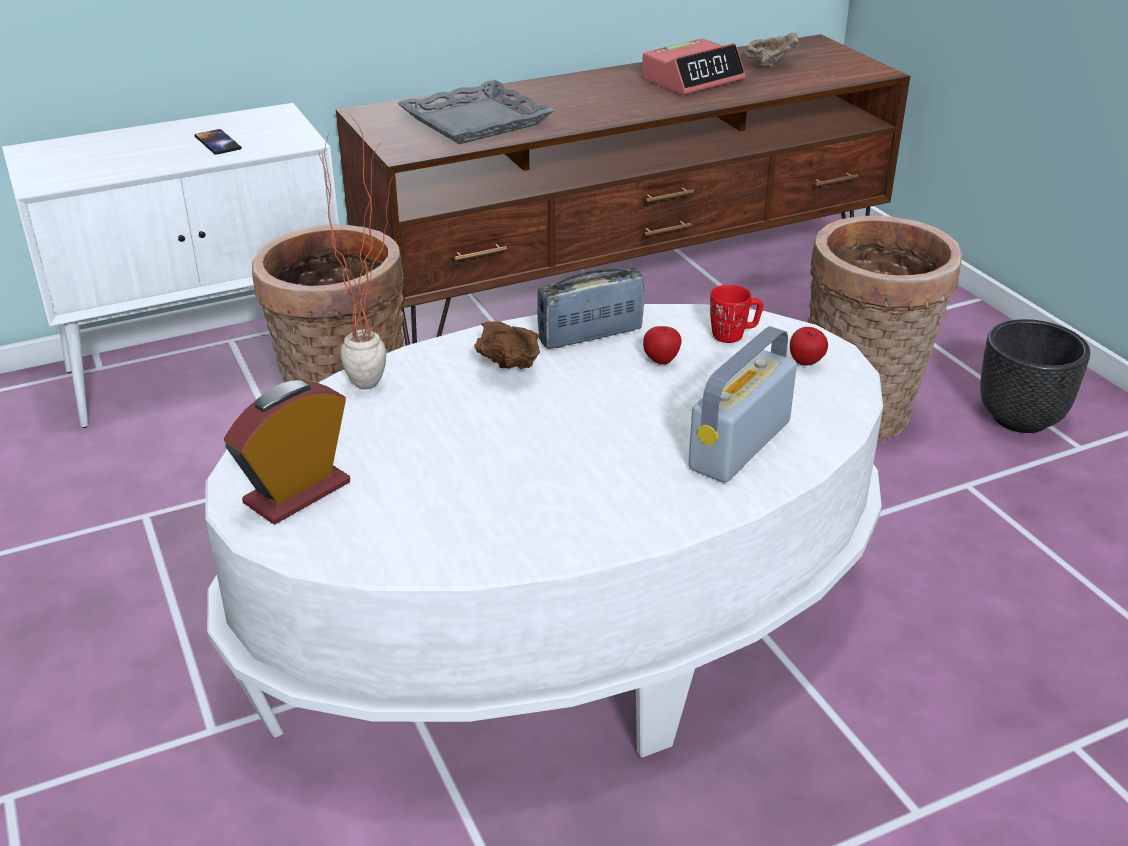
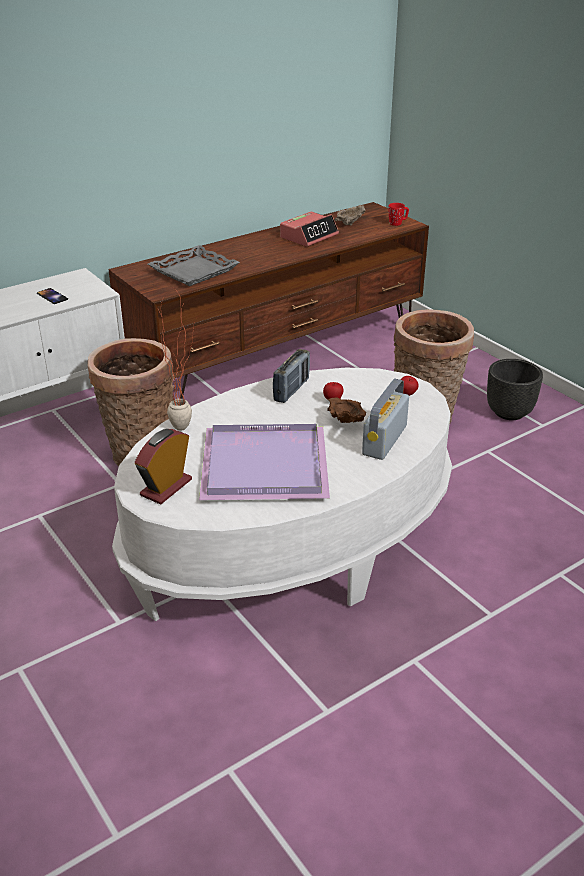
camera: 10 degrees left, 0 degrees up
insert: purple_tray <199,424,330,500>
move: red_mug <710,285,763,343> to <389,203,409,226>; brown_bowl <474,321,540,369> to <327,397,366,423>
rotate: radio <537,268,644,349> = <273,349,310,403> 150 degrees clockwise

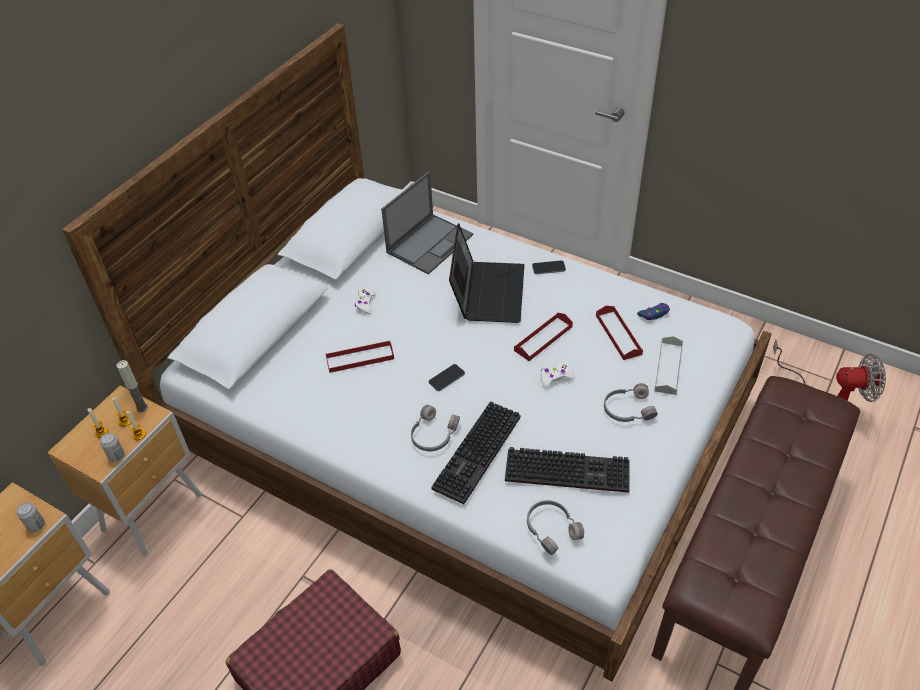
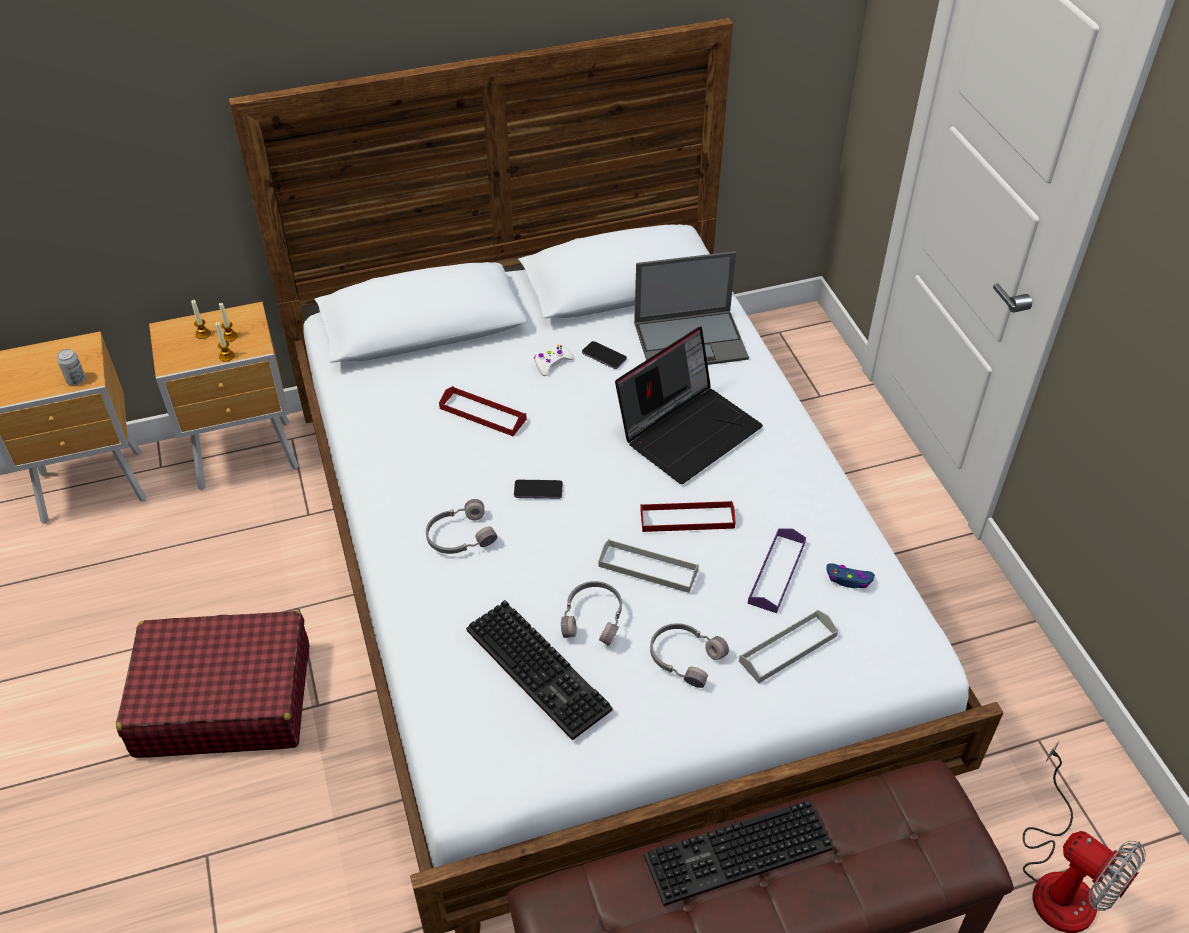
camera: 40 degrees right, 0 degrees up
delete: candle <117,360,148,412>; can <100,433,125,462>
move: phone <532,260,566,274> to <582,341,627,369>; keyboard <431,401,521,504> to <644,800,833,906>; grey_headphones <527,500,584,555> to <561,581,622,646>
replace: white_game_controller <541,362,575,388> to grey_tray <599,539,699,593>
recolor: red_tray <596,306,643,360> to purple_tray <748,529,806,613>

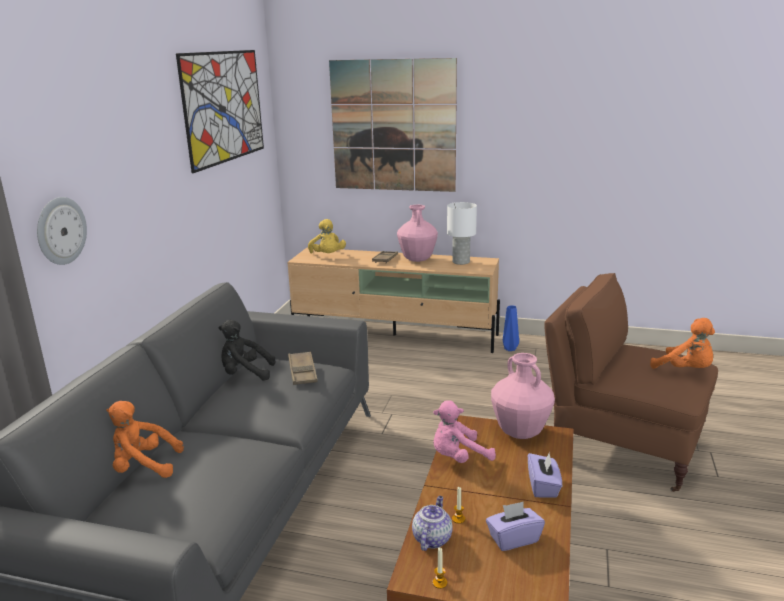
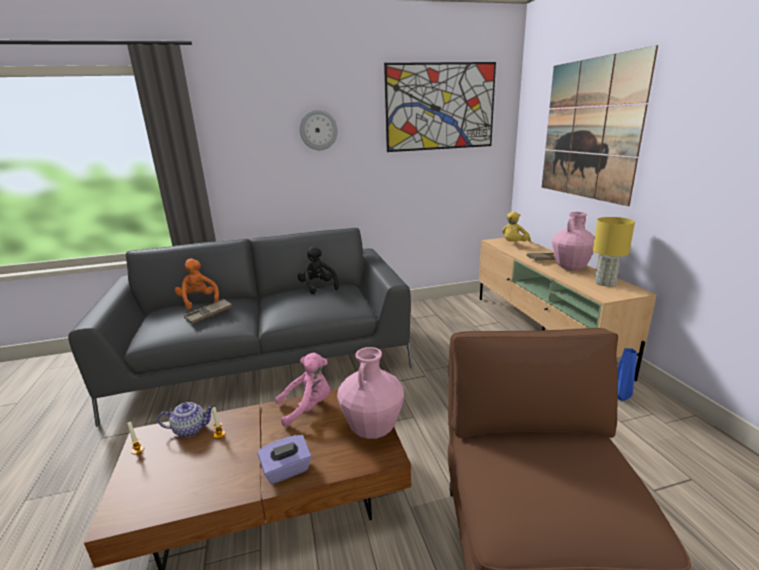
camera: 60 degrees right, 0 degrees up
delete: orange_plush_toy <650,318,715,369>; purple_tissue_box <486,502,545,551>
move: wall_clock <37,197,87,265> to <300,110,338,150>; brown_tray <288,351,318,385> to <184,299,233,324>
recolor: white_table_lamp <447,202,477,265> to yellow_table_lamp <593,217,635,286>
rotate: pink_plush_toy <433,400,496,463> = <275,353,330,427> 120 degrees clockwise

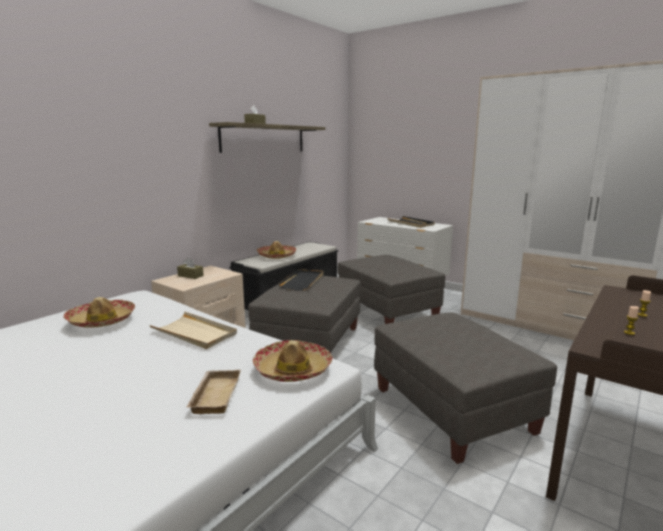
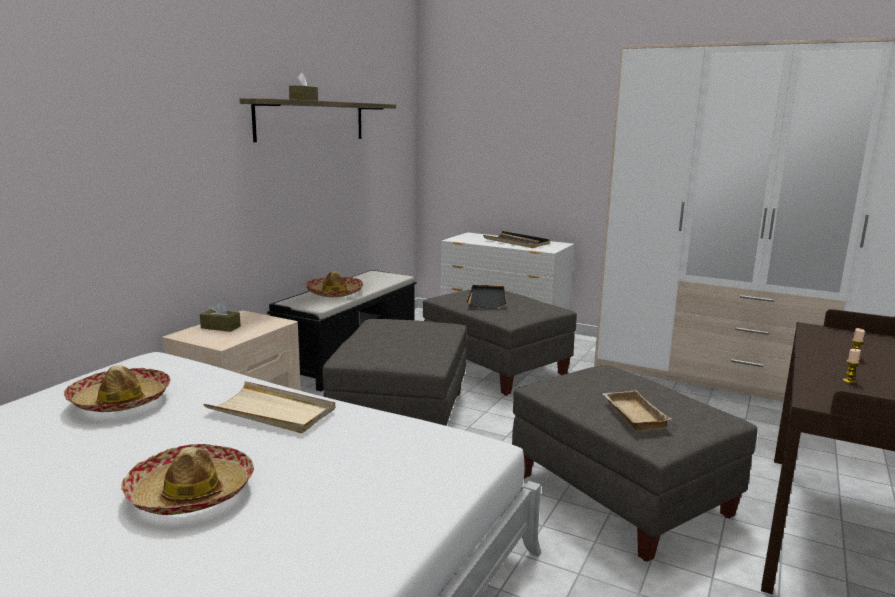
camera: 10 degrees left, 0 degrees up
move: black_tray <278,269,323,291> to <467,285,507,308>; hat <253,340,333,382> to <121,444,254,515>; beige_tray <187,370,241,414> to <602,390,672,430>

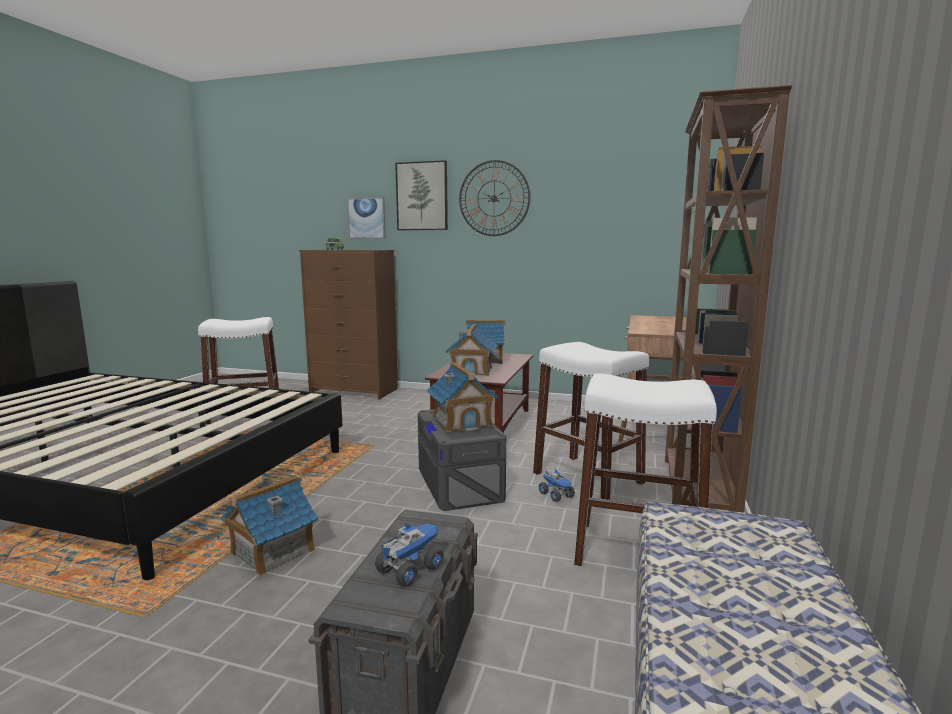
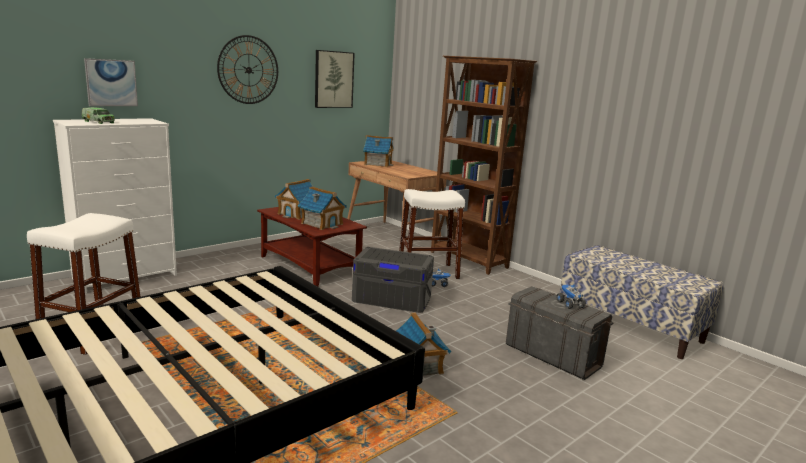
camera: 60 degrees left, 5 degrees up
delete: white_stool <574,373,717,566>
move: picture <395,160,448,230> to <315,50,355,108>; toy_house <427,362,499,432> to <363,135,394,167>
recolor: brown_dresser <299,250,398,400> to white_dresser <53,118,177,294>

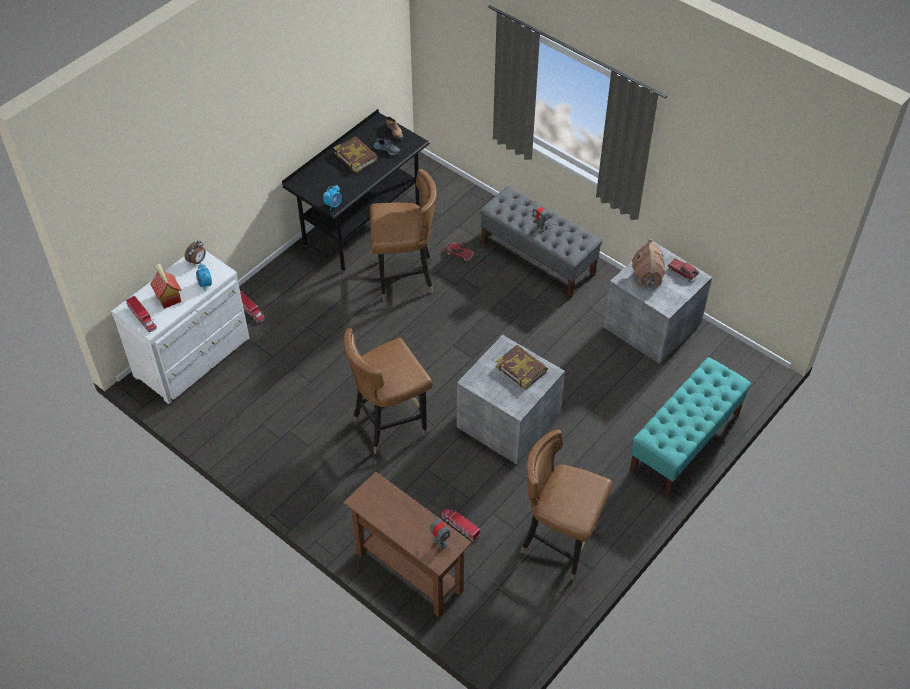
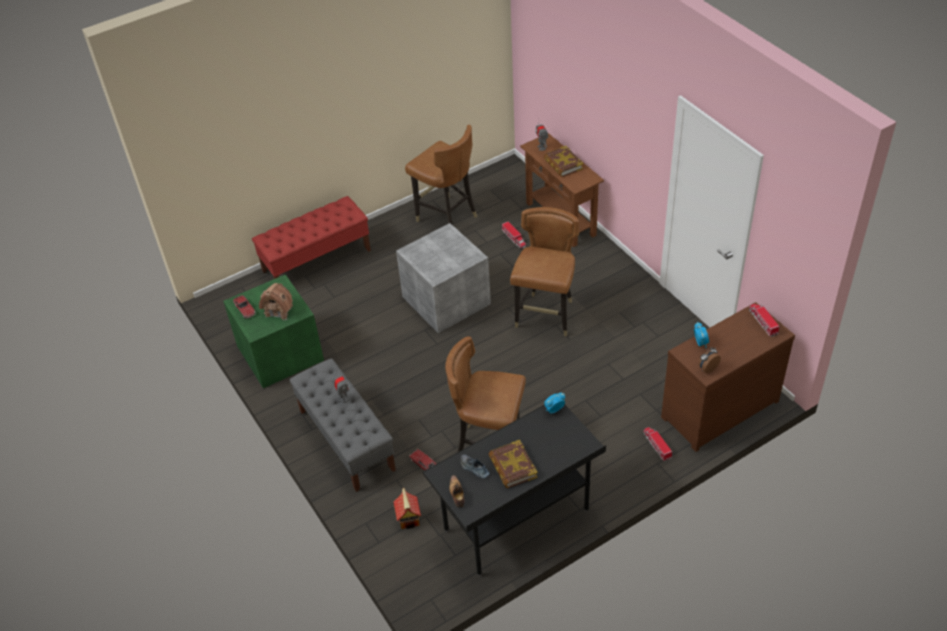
camera: 160 degrees left, 5 degrees down
move: toy_house <150,264,182,309> to <393,488,421,529>; book <496,345,548,390> to <544,146,583,177>
recolor: grey_storage_box <603,242,712,364> to green_storage_box <223,274,324,388>; white_dresser <111,250,249,404> to brown_dresser <661,302,795,452>; turquoise_bench <630,357,751,496> to red_bench <252,196,371,279>
rotate: brown_chair <344,328,433,454> = <510,207,579,337> 60 degrees counterclockwise

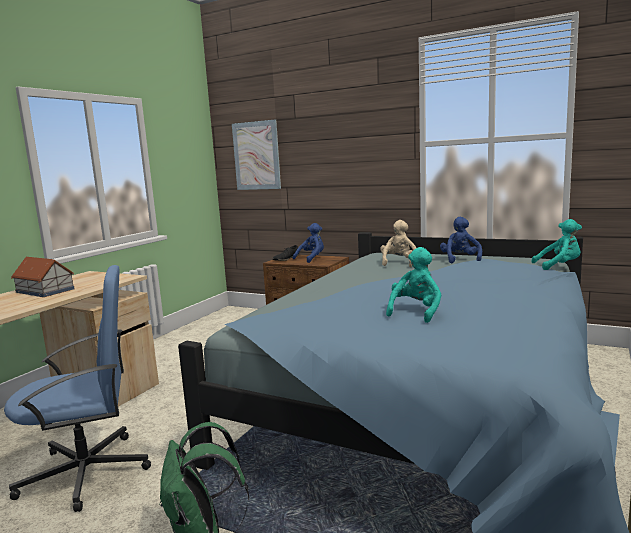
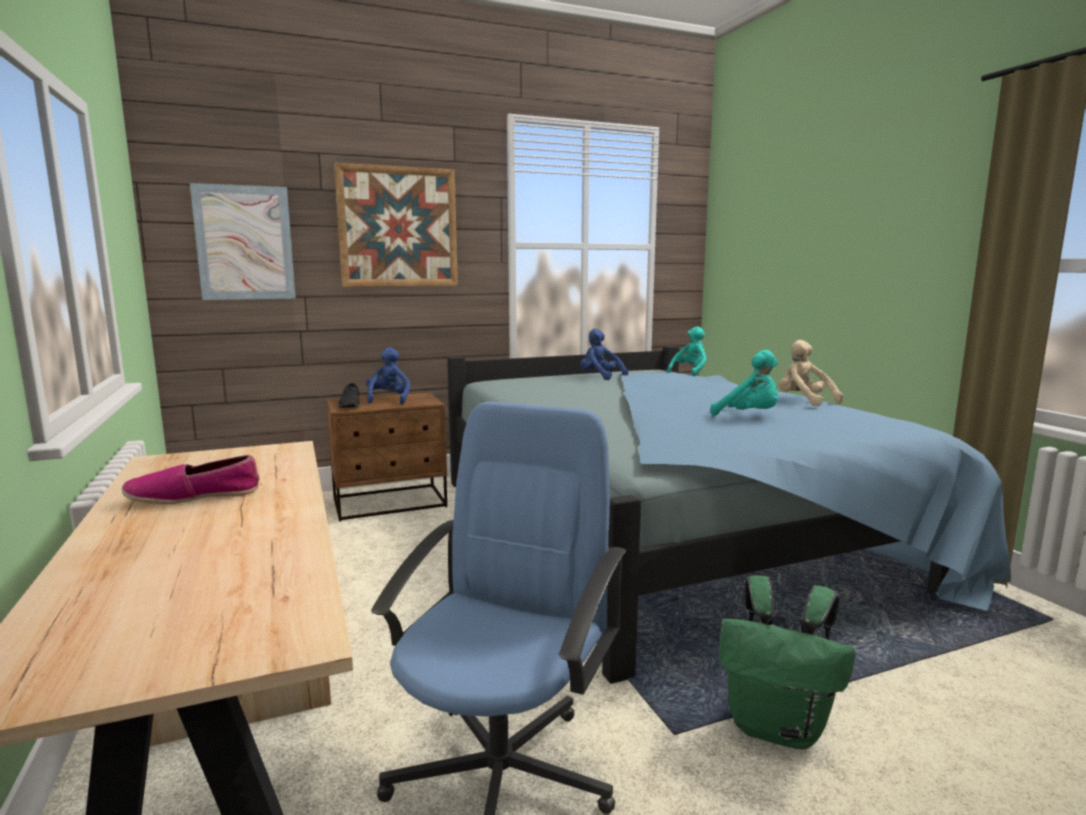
camera: 50 degrees left, 0 degrees up
insert: picture <334,163,458,287>
move: beige_plush_toy <380,220,416,267> to <779,340,843,407>
replace: toy_house <11,257,74,297> to shoe <122,455,259,504>
rotate: turquoise_plush_toy <386,247,441,323> = <711,350,778,416> 150 degrees clockwise

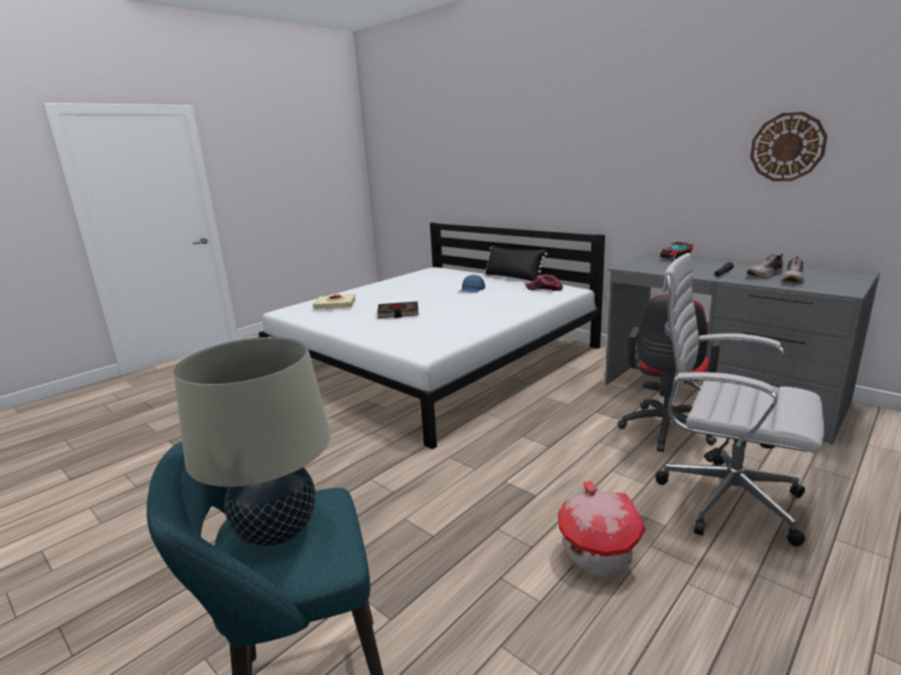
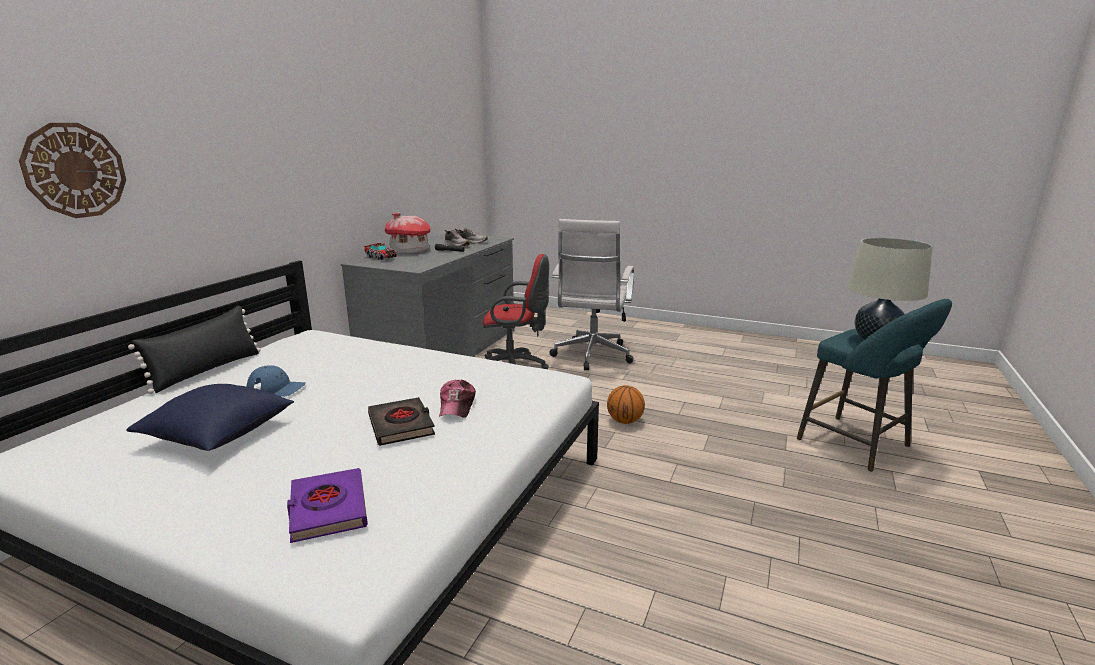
camera: 110 degrees left, 0 degrees up
insert: blue_pillow <126,384,294,451>; basketball <607,385,645,424>
move: wall_clock <750,112,828,181> to <19,123,126,218>; cap <525,274,563,291> to <439,380,476,418>; toy_house <558,481,646,578> to <385,213,430,253>
recolor: beige_book <313,294,356,309> to purple_book <287,468,368,543>

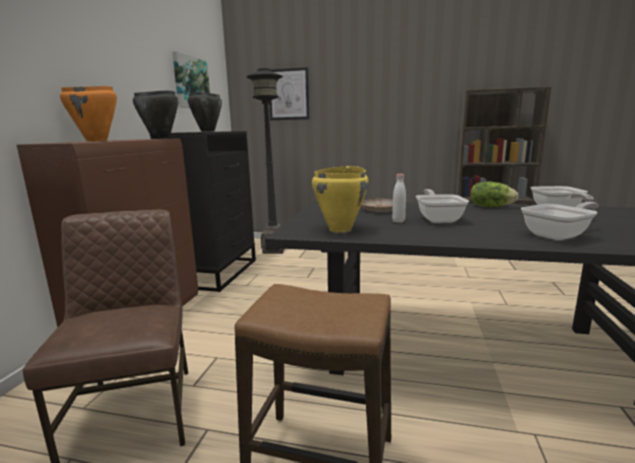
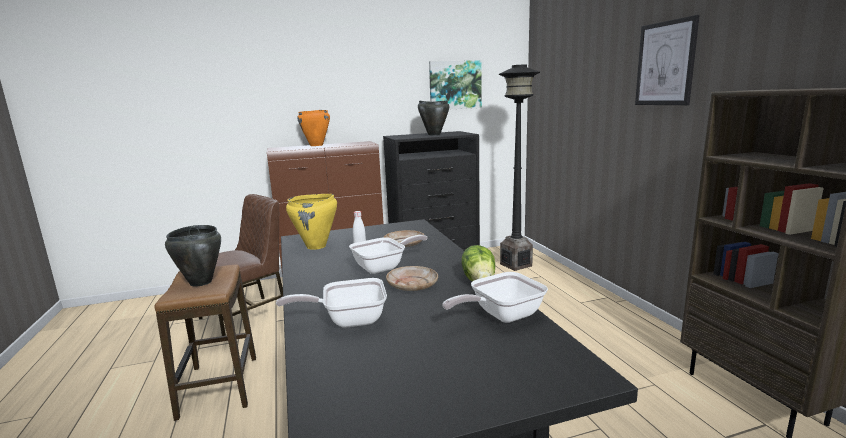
camera: 60 degrees right, 0 degrees up
insert: beige_plate <386,266,438,291>
move: picture <270,67,309,120> to <635,15,699,105>; black_cooking_pot <133,91,178,139> to <165,225,221,287>
rotate: frying_pan <521,202,599,240> = <276,278,387,328> 135 degrees clockwise

